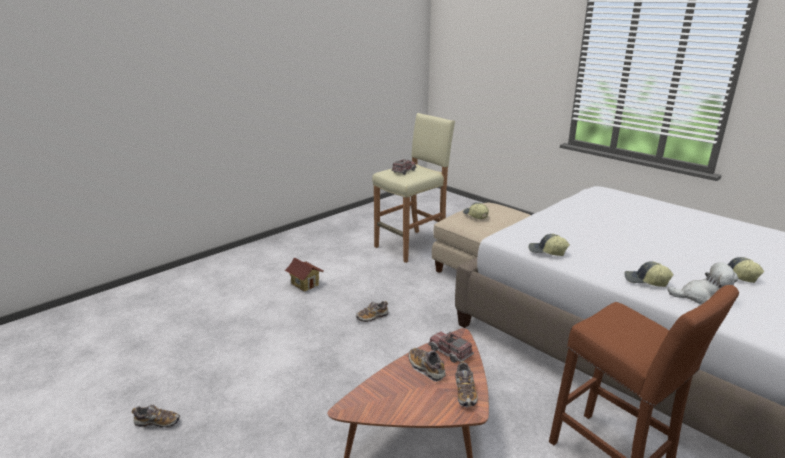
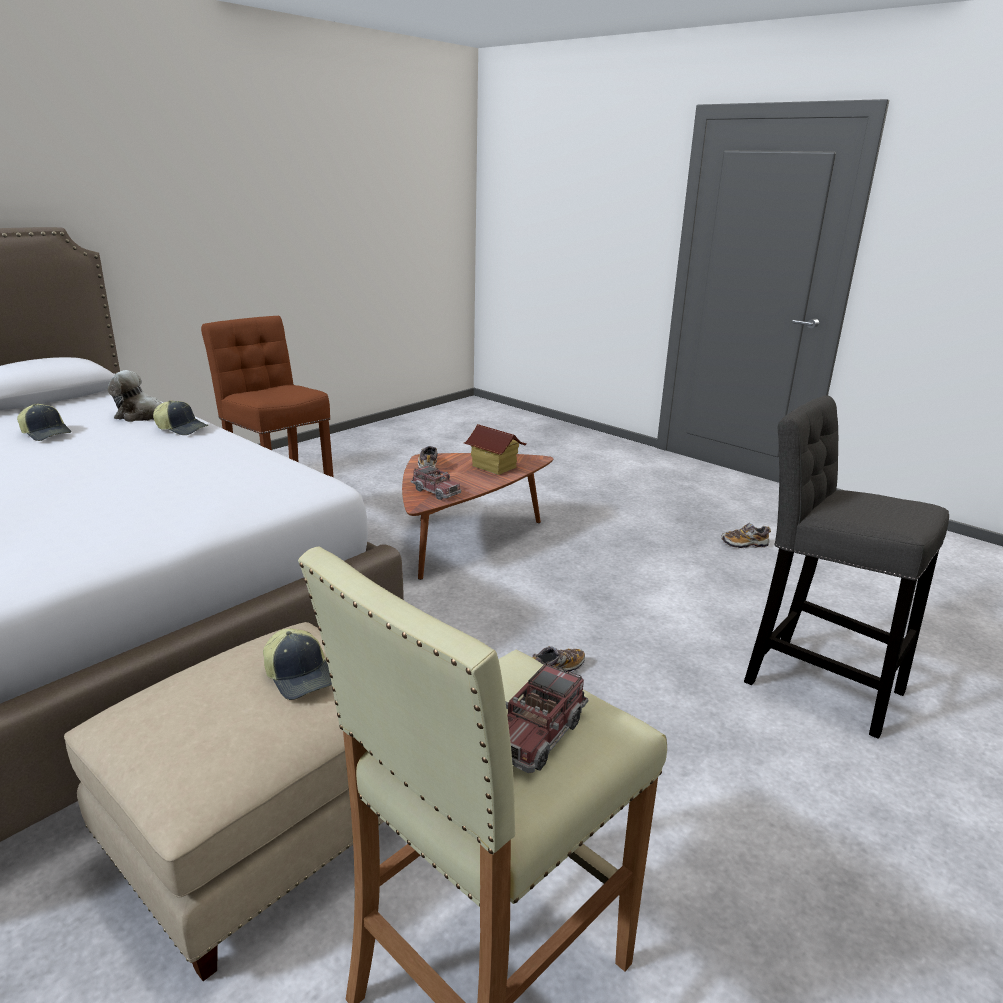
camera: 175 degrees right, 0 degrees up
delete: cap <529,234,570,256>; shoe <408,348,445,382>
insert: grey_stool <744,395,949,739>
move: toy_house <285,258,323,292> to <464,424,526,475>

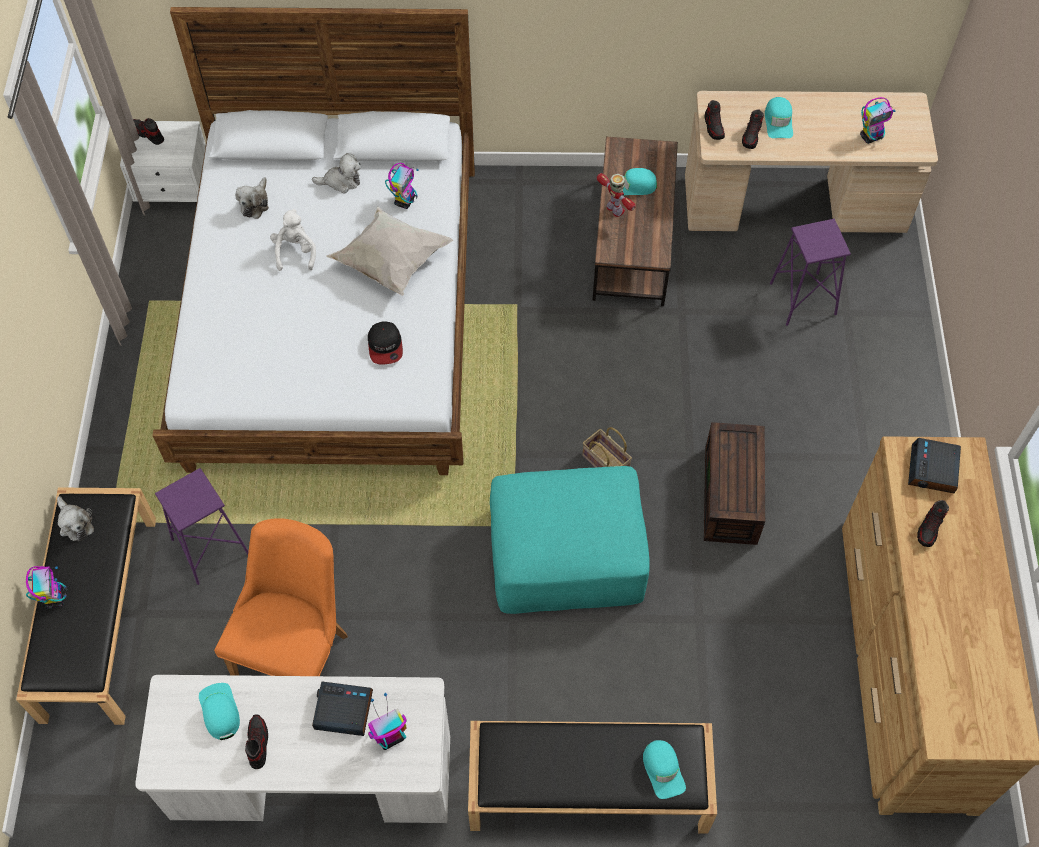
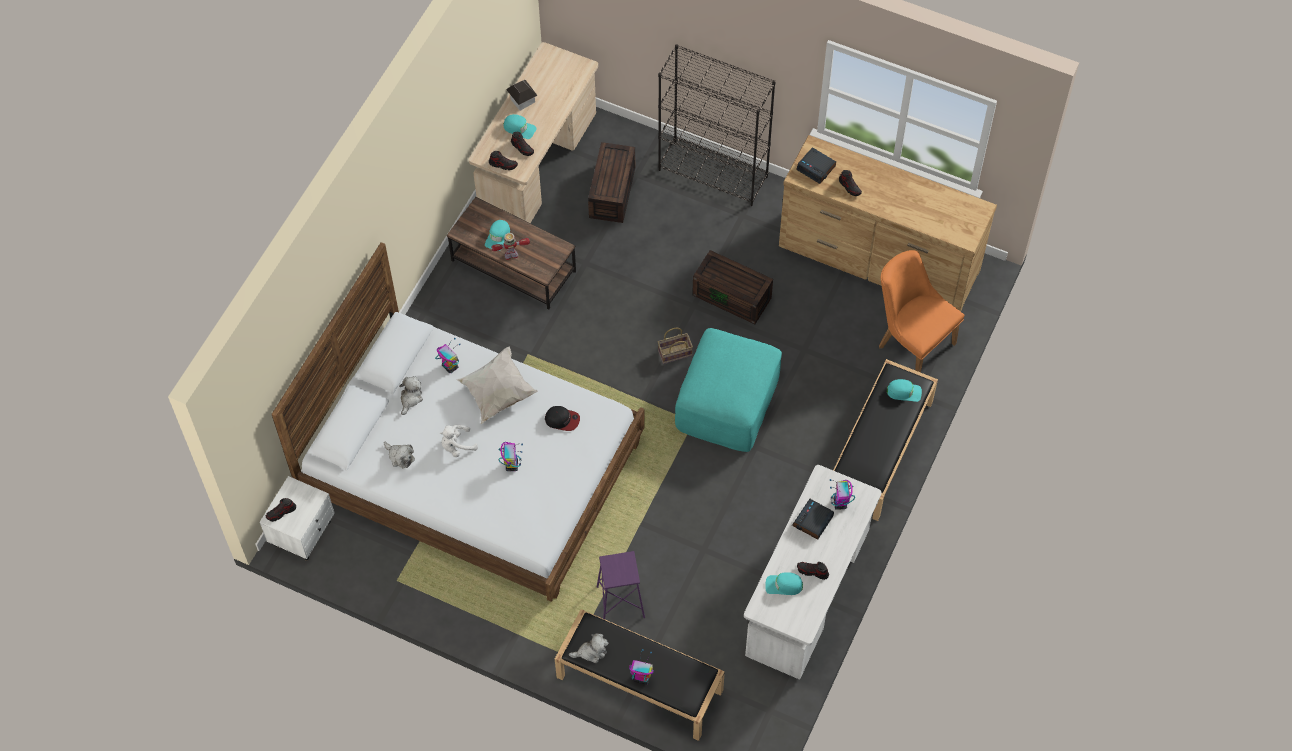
camera: 65 degrees left, 0 degrees up
insert: black_bookcase <658,44,776,206>; toy_house <506,80,538,111>
move: toy_robot <860,97,895,144> to <498,442,523,471>; orange_chair <214,518,348,676> to <879,250,964,372>
replace: purple_stool <770,219,851,326> to brown_storage_box <588,142,635,223>
rotate: white_plush_toy <270,209,316,271> = <440,424,478,457> 45 degrees counterclockwise

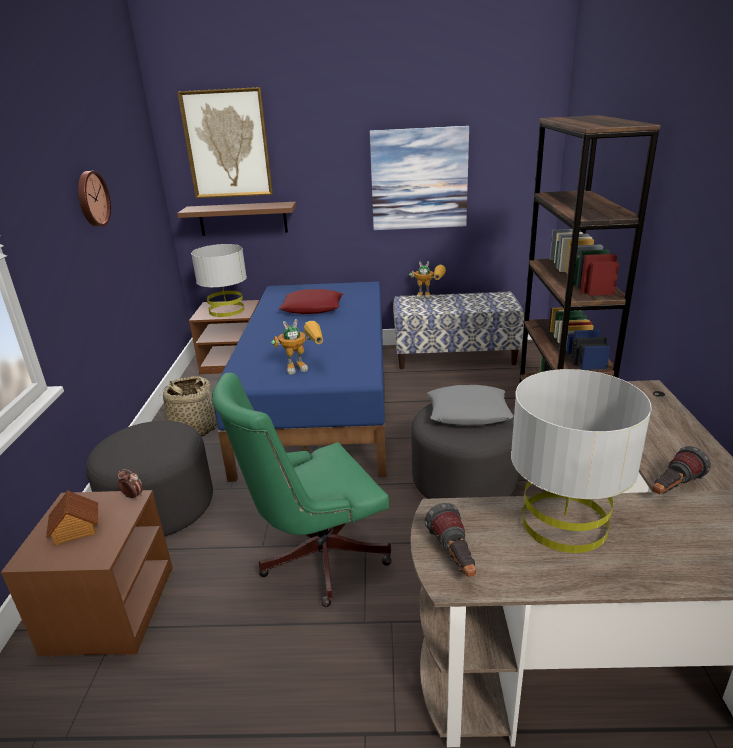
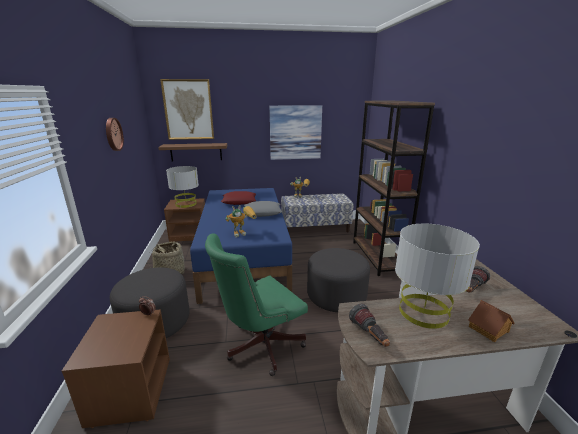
camera: 10 degrees left, 5 degrees down
move: grey_pillow <427,385,514,426> to <244,201,282,217>; toy_house <46,490,98,546> to <468,300,515,342>

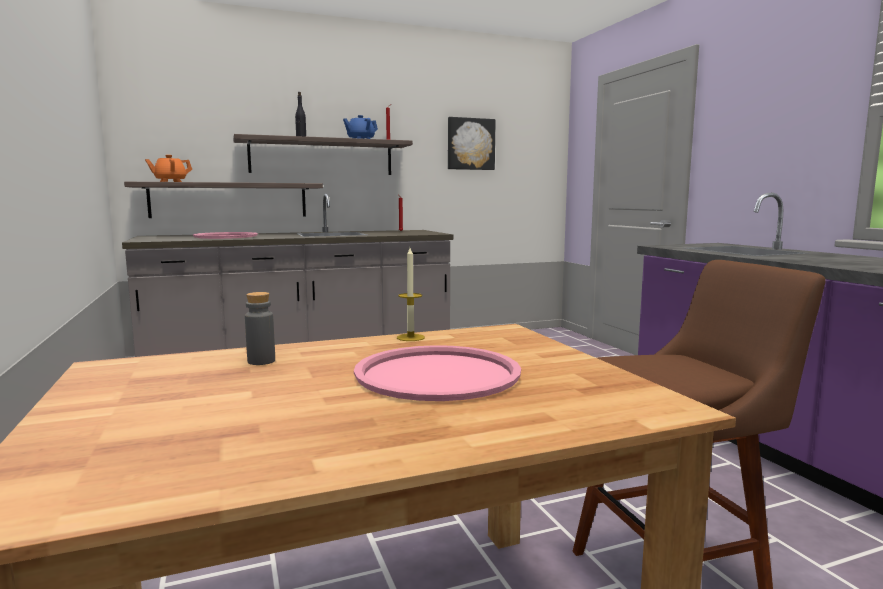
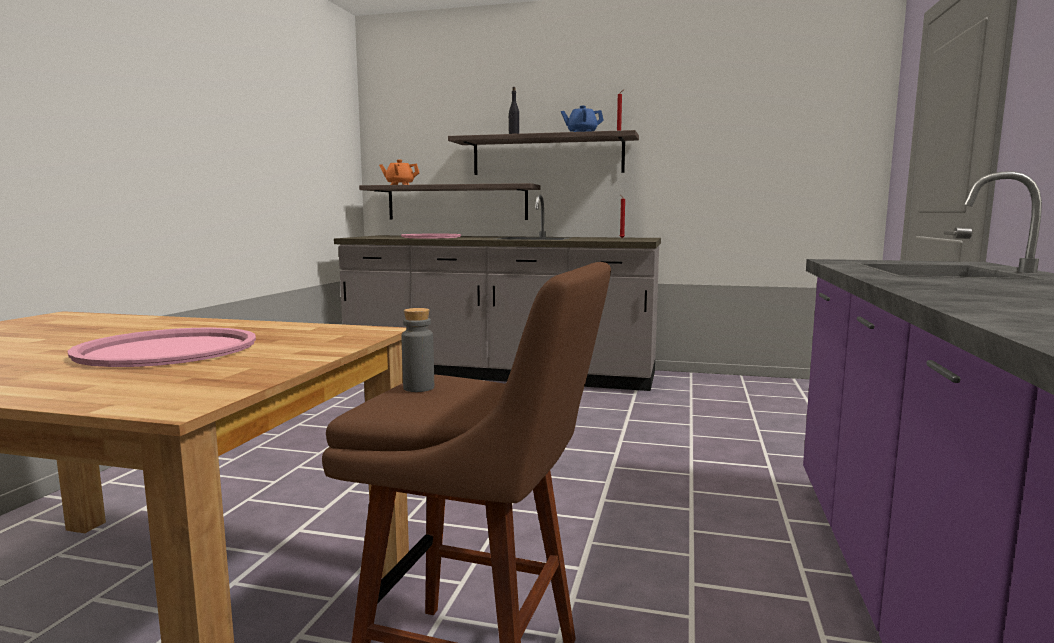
camera: 35 degrees right, 0 degrees up
delete: picture <448,117,496,170>; candle <397,248,425,341>
move: grey_bottle <245,292,275,365> to <402,308,434,392>

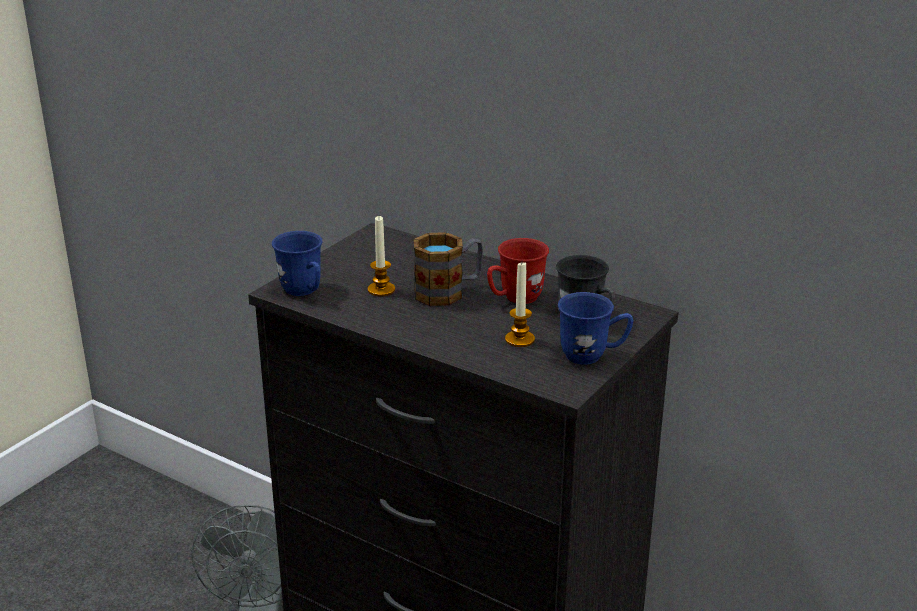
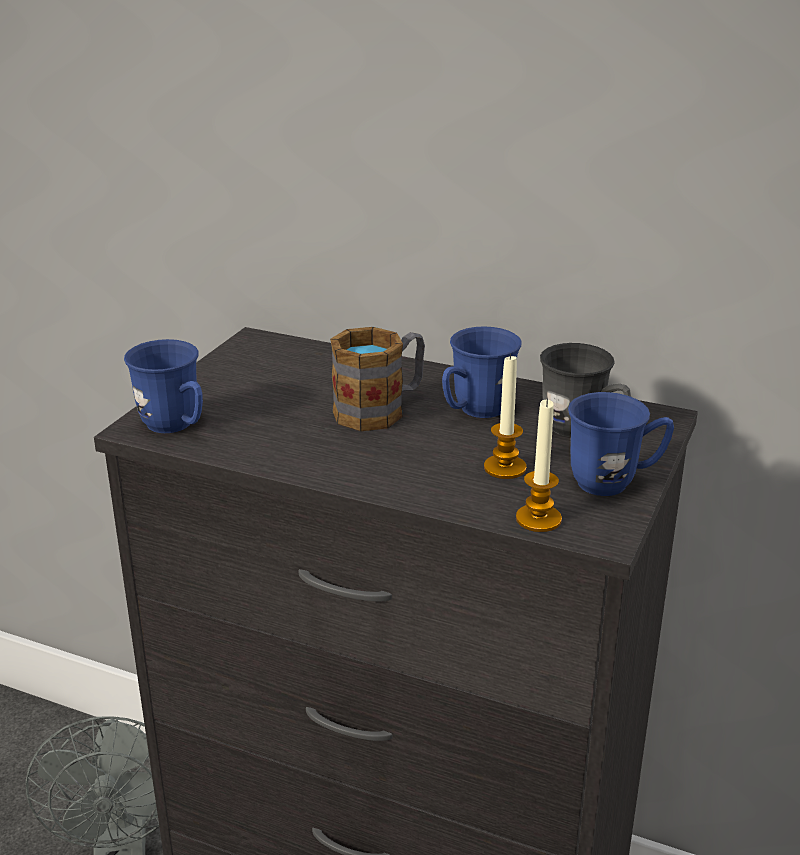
camera: 10 degrees left, 0 degrees up
move: candle <368,216,395,296> to <516,399,562,532>
recolor: red_mug <487,238,549,304> to blue_mug <442,326,522,418>

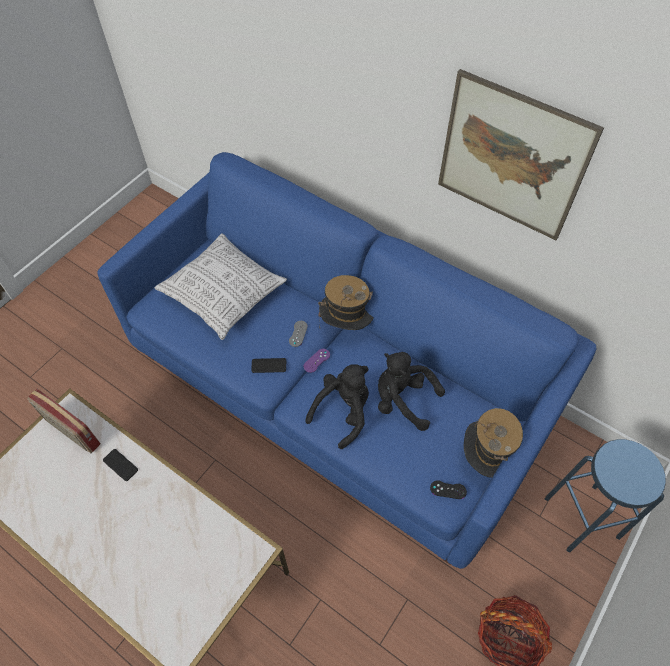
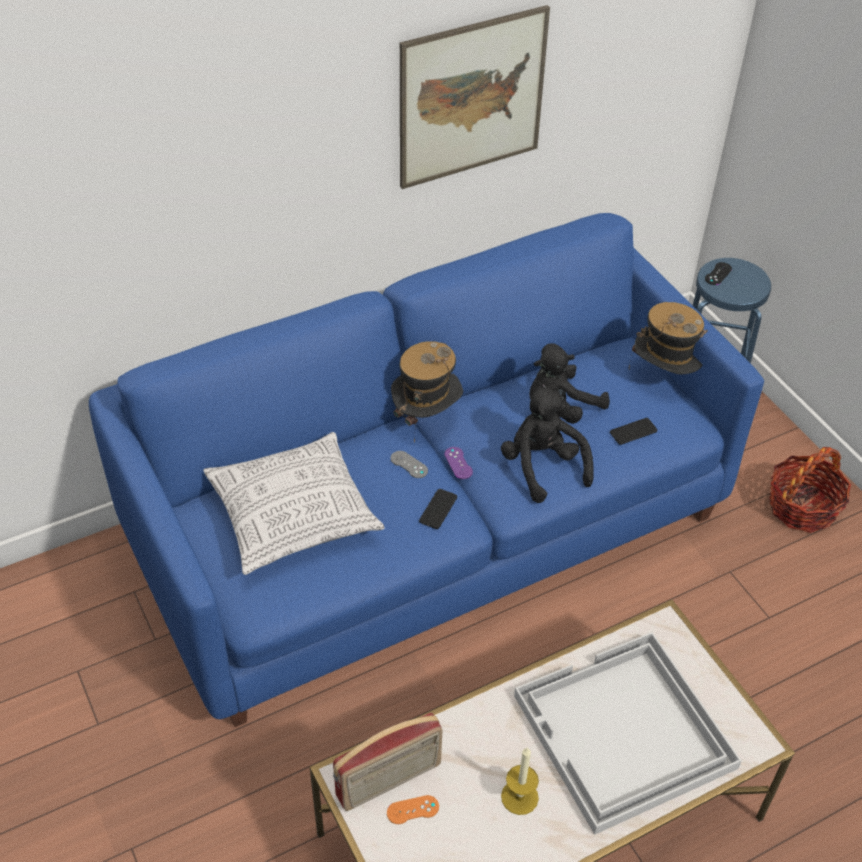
camera: 65 degrees left, 10 degrees down
insert: white_tray <514,632,742,835>; candle <501,747,539,815>; orange_game_controller <387,795,439,824>
move: phone <103,449,138,481> to <610,418,658,445>; black_game_controller <430,480,467,499> to <705,262,732,285>

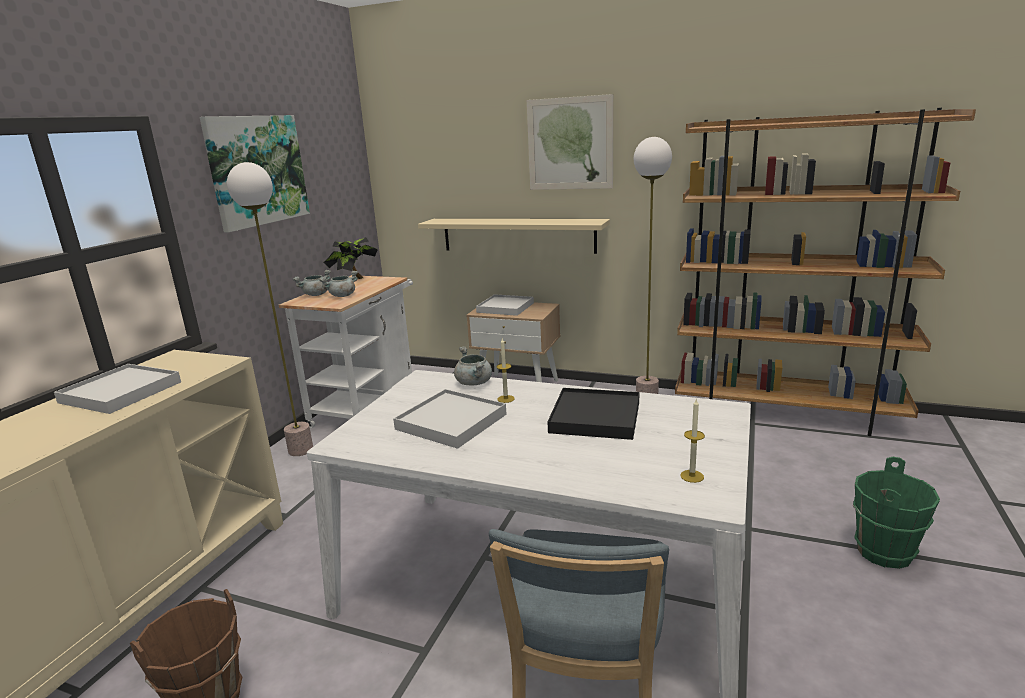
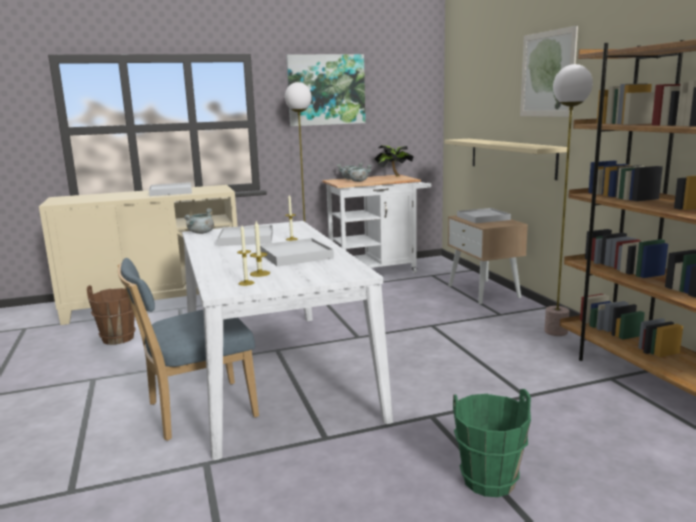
camera: 50 degrees right, 5 degrees down
insert: candle <250,221,270,277>
move: grey_cooking_pot <454,346,492,385> to <183,208,214,234>
recolor: black_tray <547,388,639,440> to white_tray <260,238,334,266>

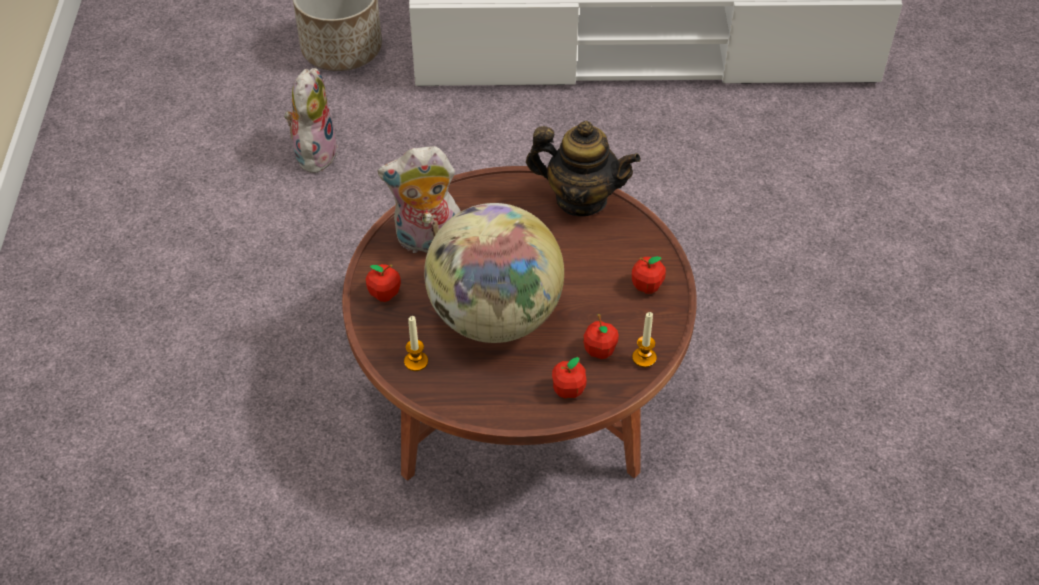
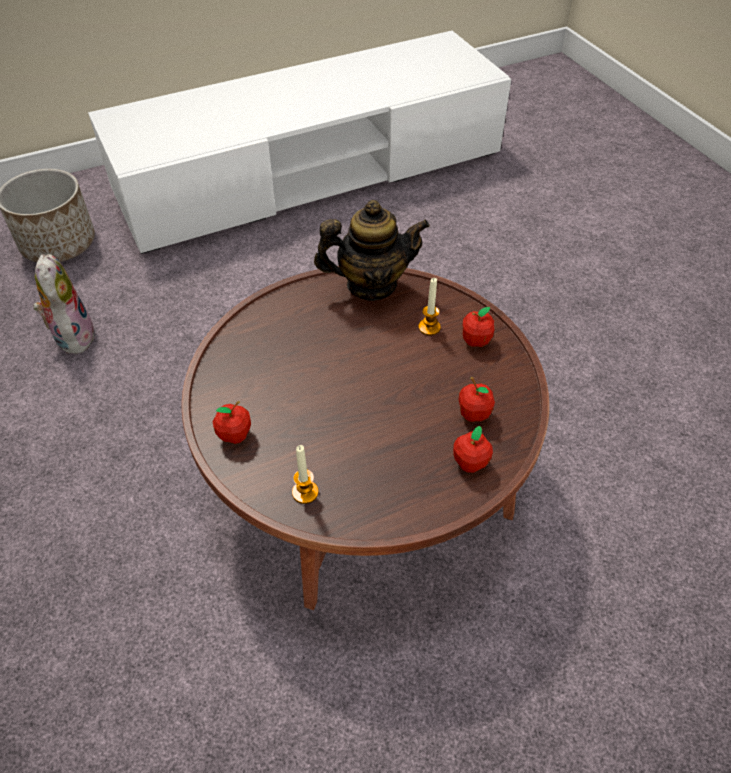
camera: 25 degrees left, 0 degrees up
delete: plush_toy <378,146,461,253>; globe <424,203,564,343>
move: candle <632,312,657,367> to <418,278,441,335>

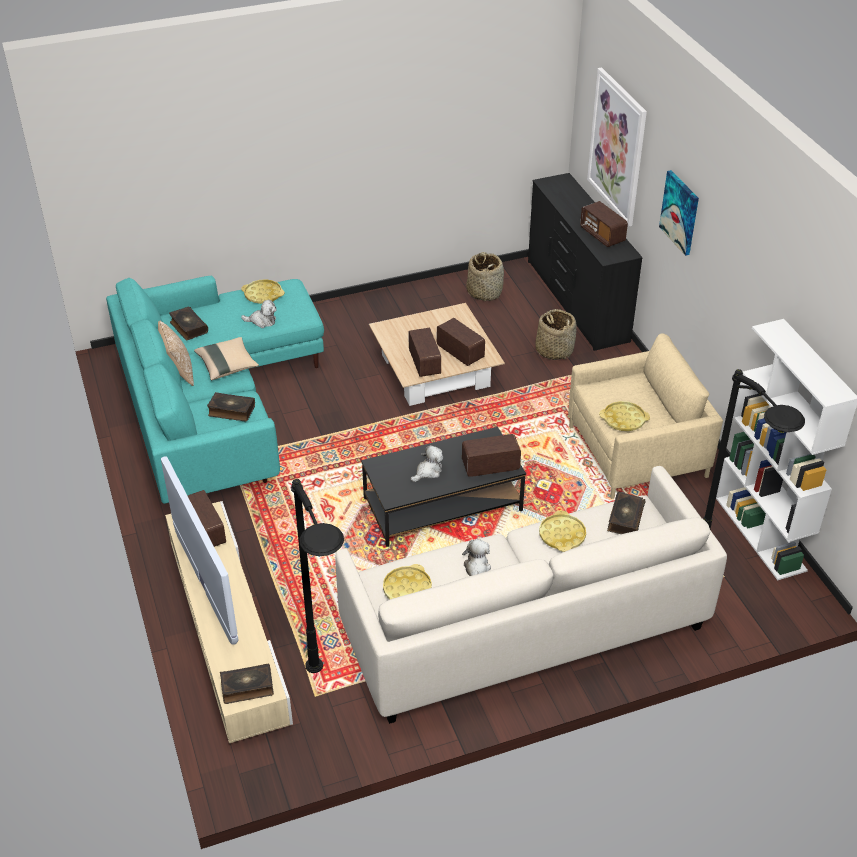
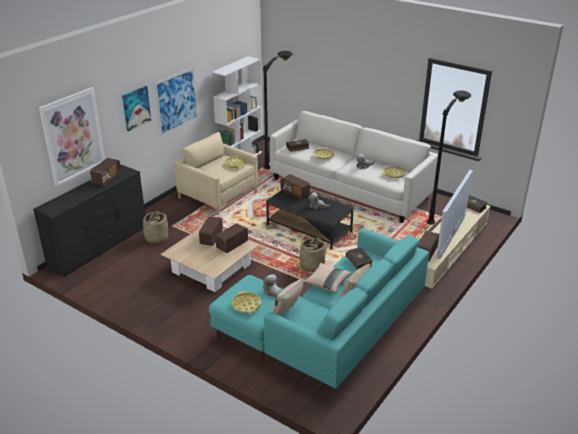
camera: 125 degrees left, 10 degrees down
delete: book <169,307,208,340>
insert: picture <154,67,198,137>; beige_pillow <272,278,304,315>
move: basket <466,252,504,301> to <296,238,326,272>

